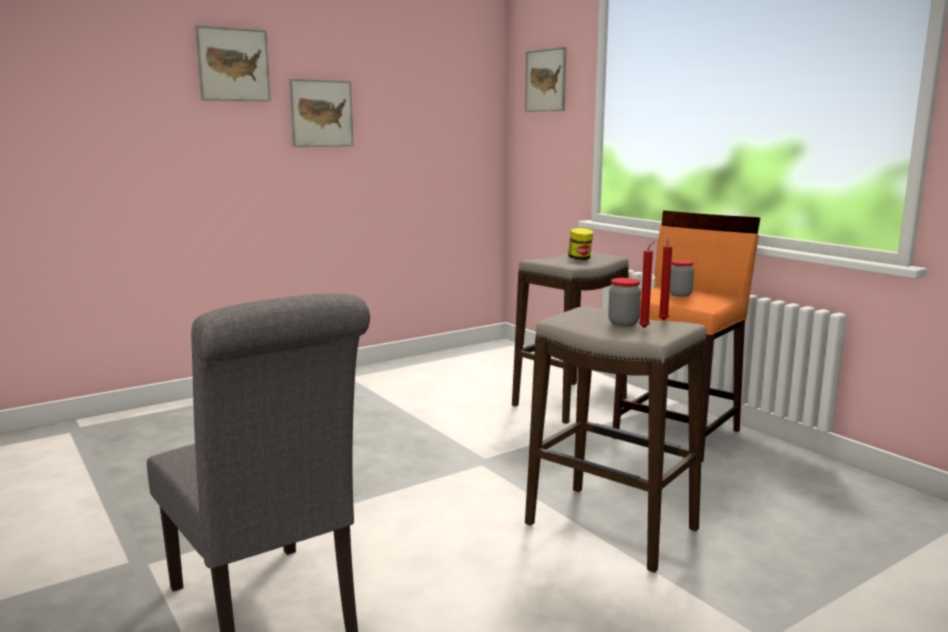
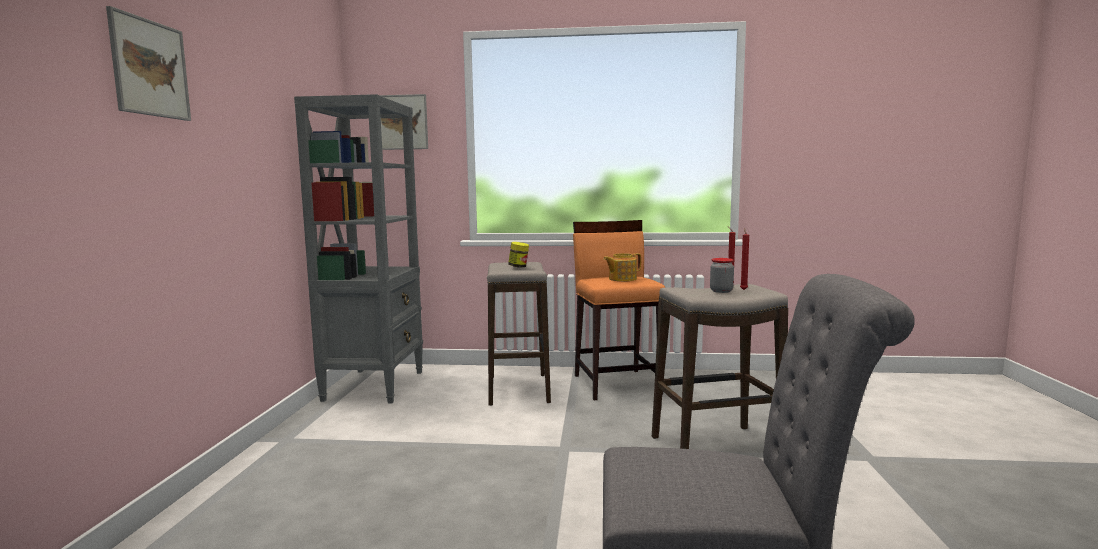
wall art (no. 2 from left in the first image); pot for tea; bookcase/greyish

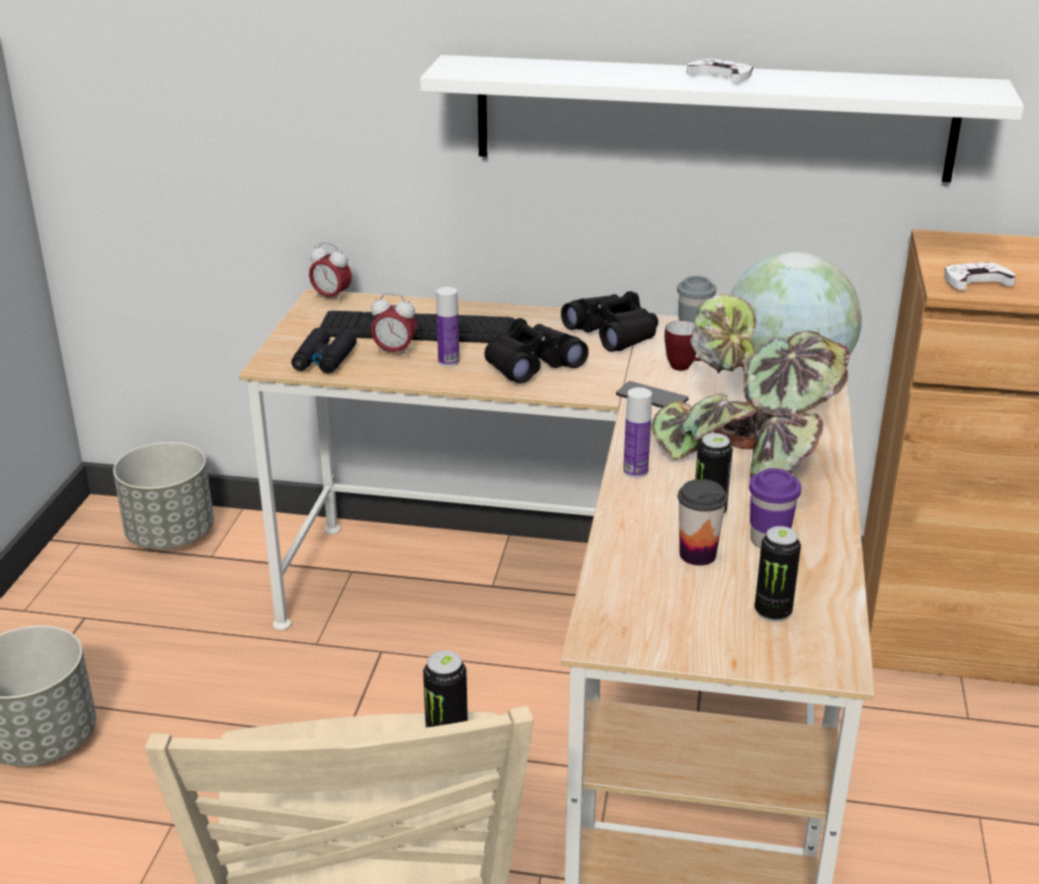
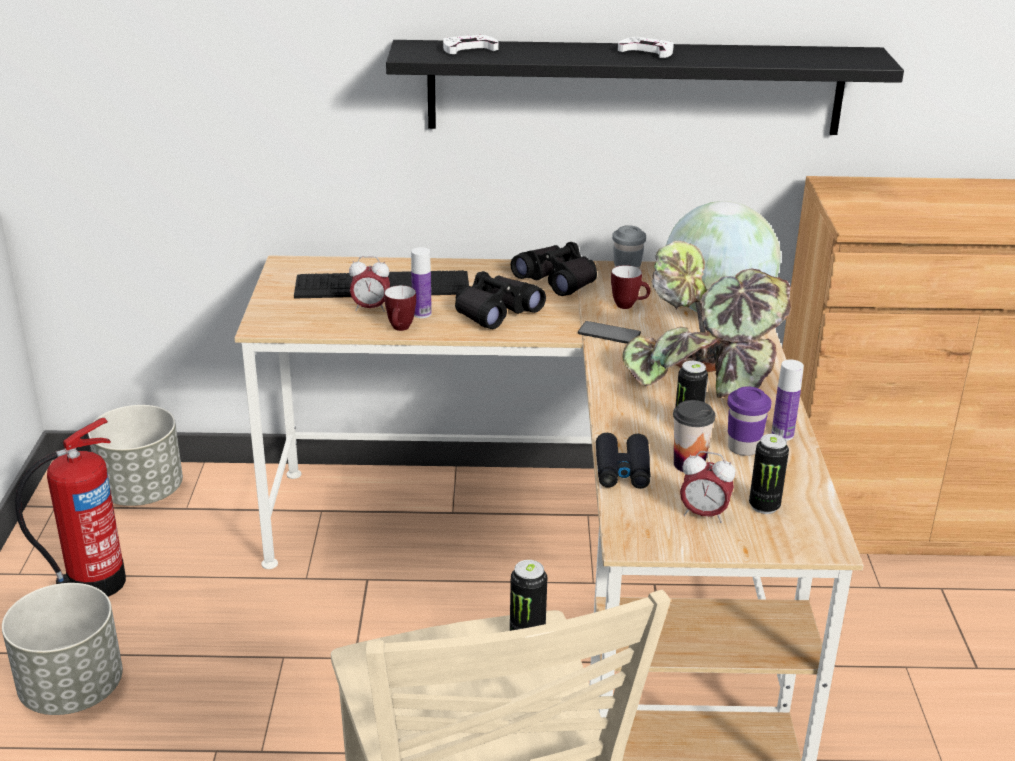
wall shelf/blackish; alarm clock (no. 2 from left); joypad/white (no. 1 from left); field glasses/blackish (no. 3 from left); drink bottle (no. 2 from left); coffee mug (no. 1 from left); extinguisher

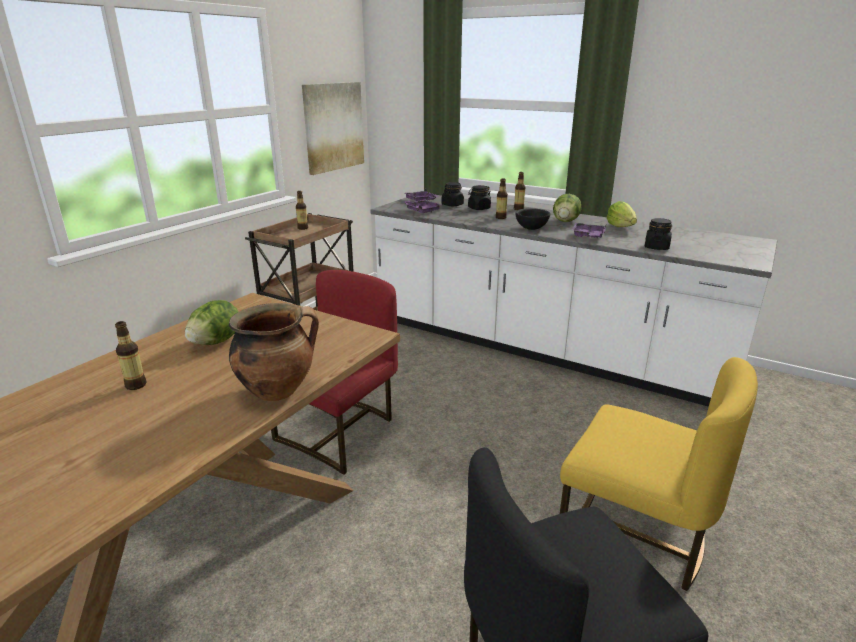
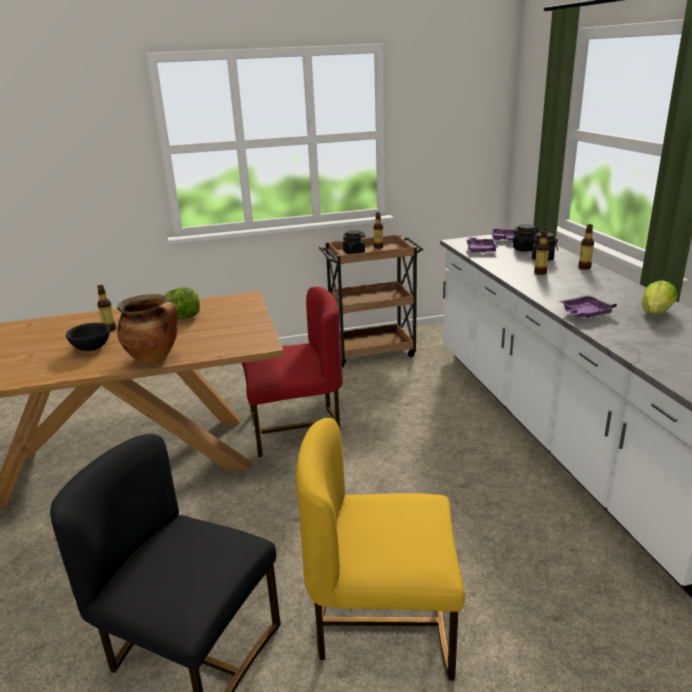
wall art; lettuce (no. 2 from left in the first image); serving bowl/blackish; jar/blackish (no. 1 from left); upright chair/yellow

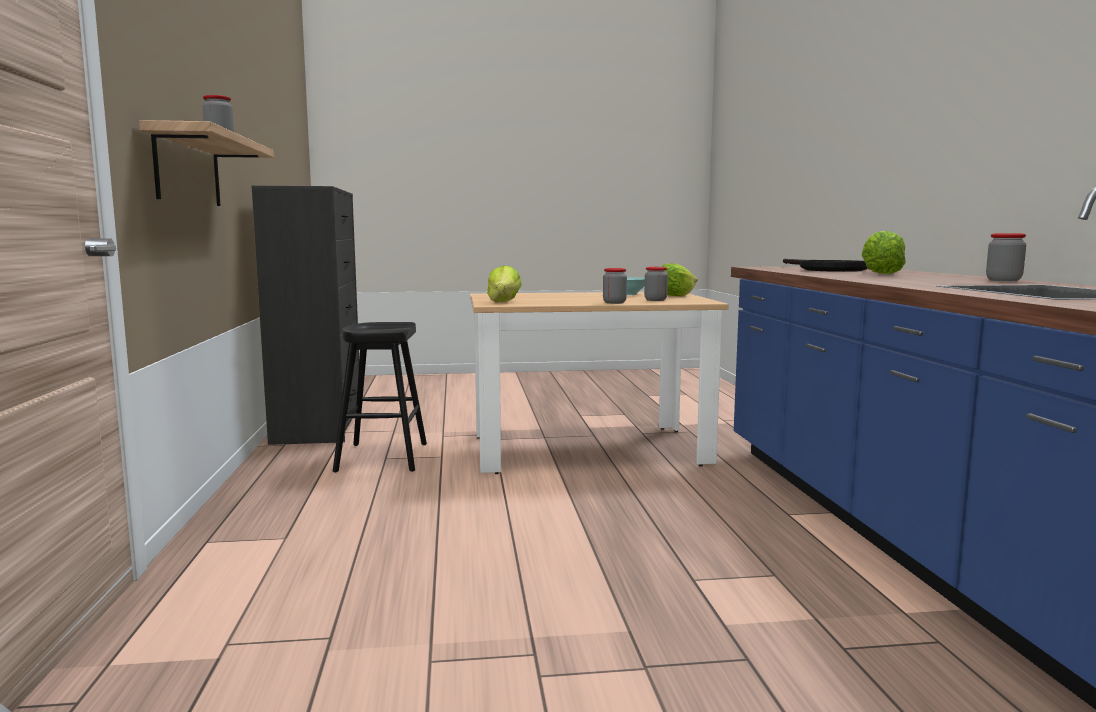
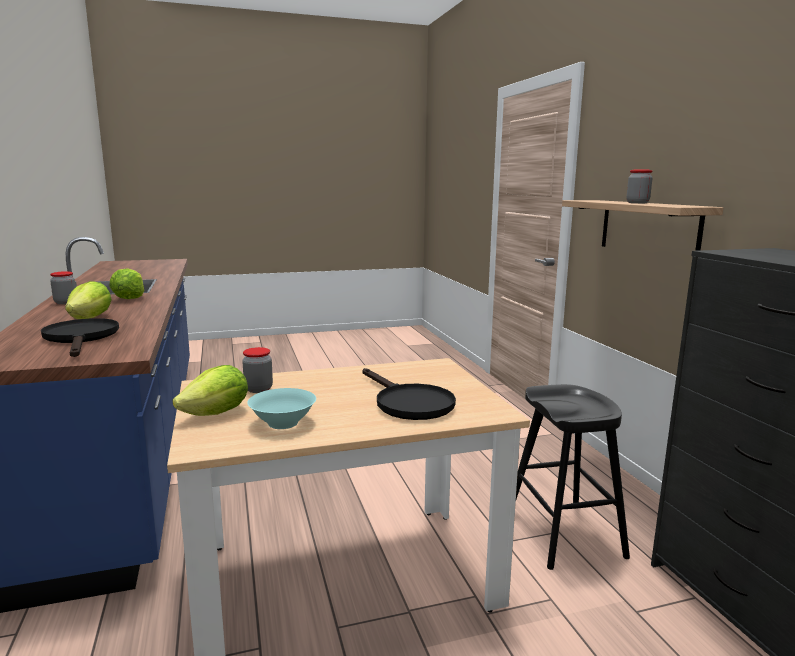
lettuce (no. 2 from left); jar (no. 2 from left in the first image); skillet/blackish (no. 2 from left)

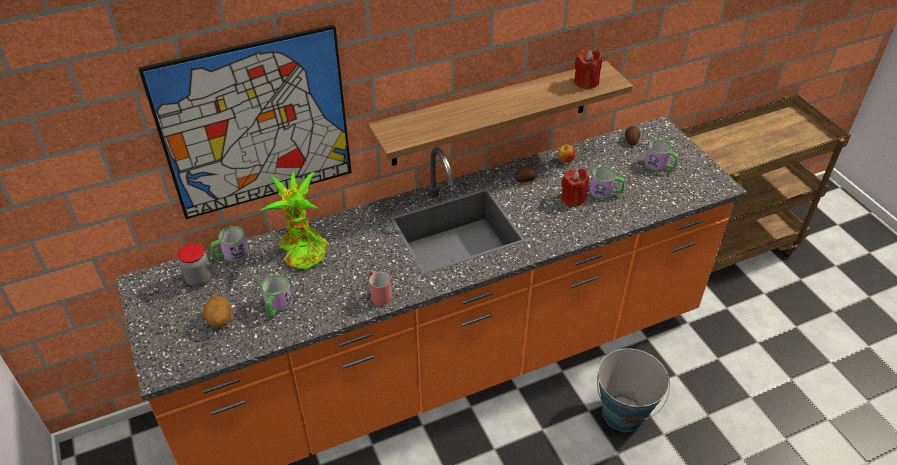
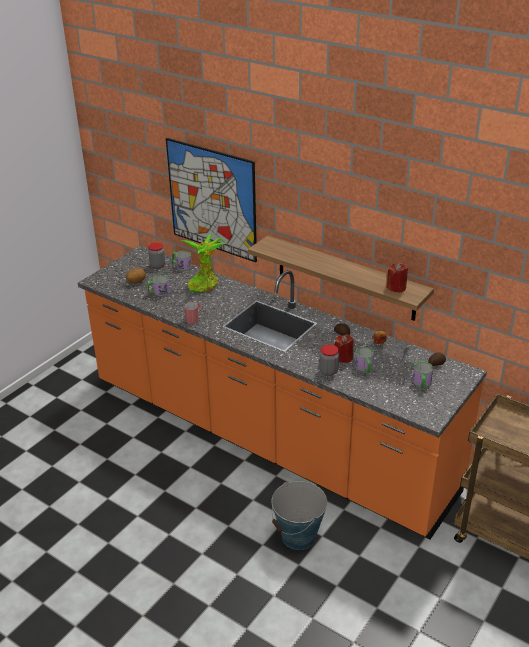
jar (no. 2 from left)

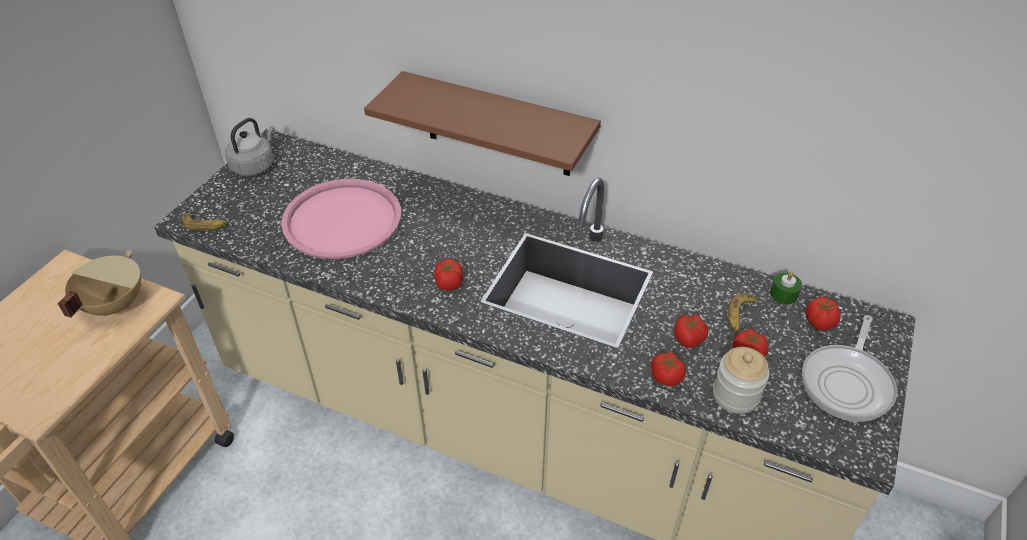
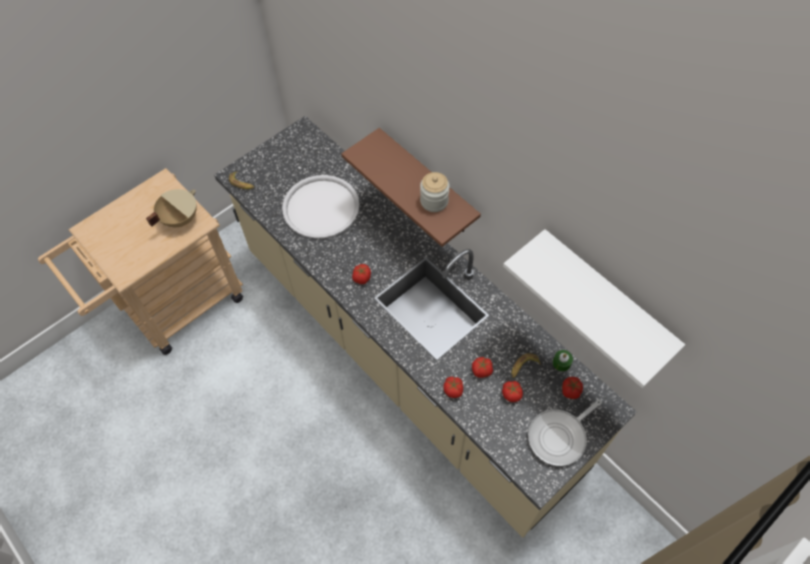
kettle/greyish; tray/white; jar; wall shelf/white

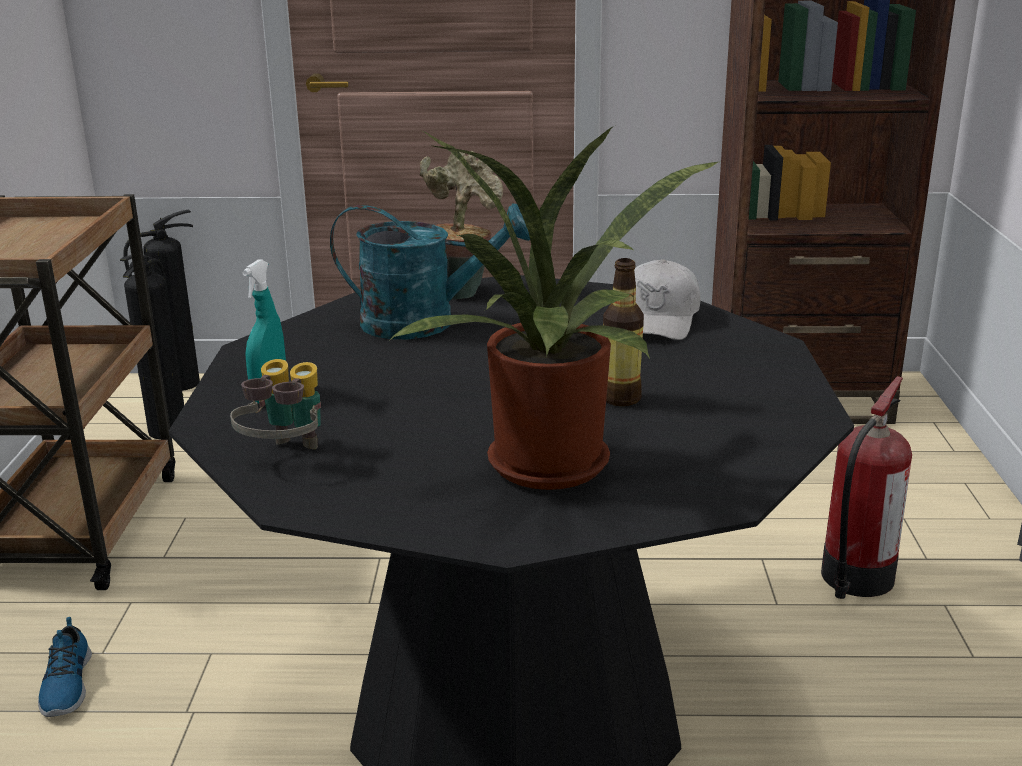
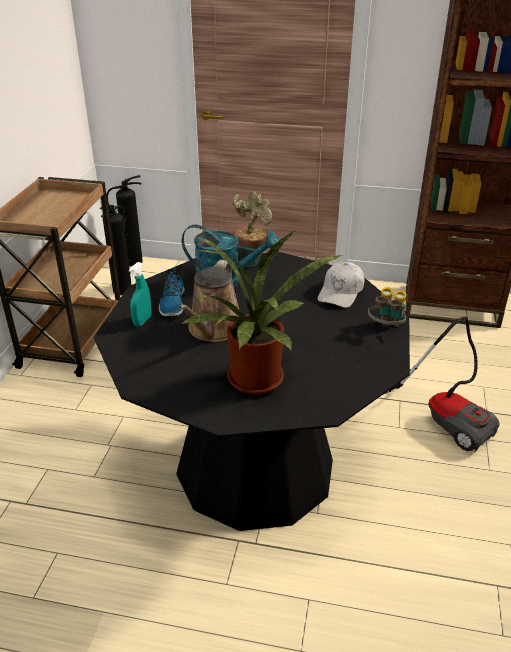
drink bottle; field glasses; hoover; item of footwear; sprinkling can/brown-coloured

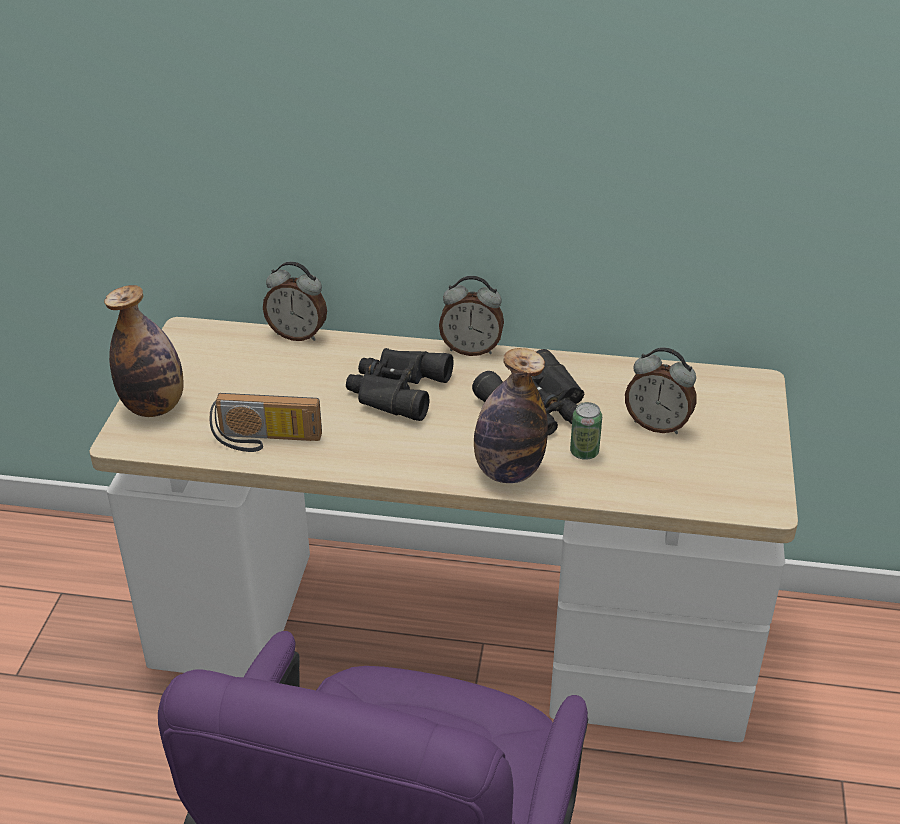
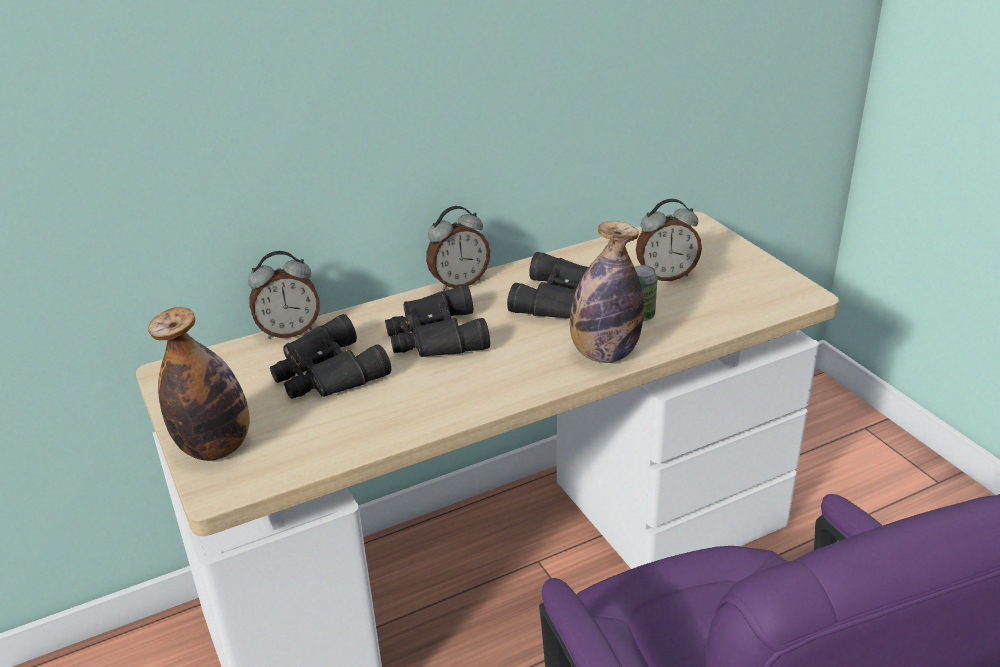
radio set; field glasses/blackish (no. 1 from left)

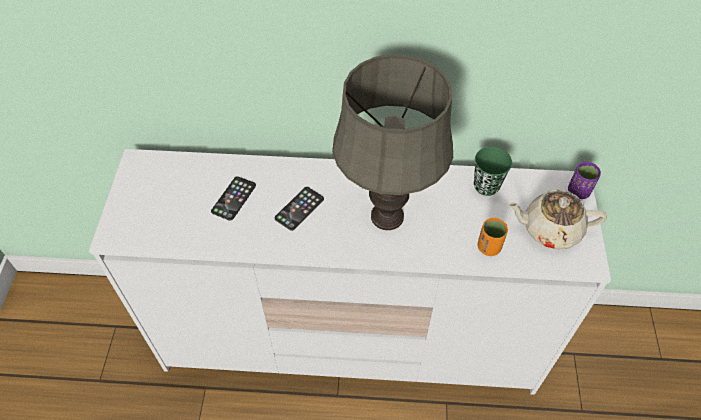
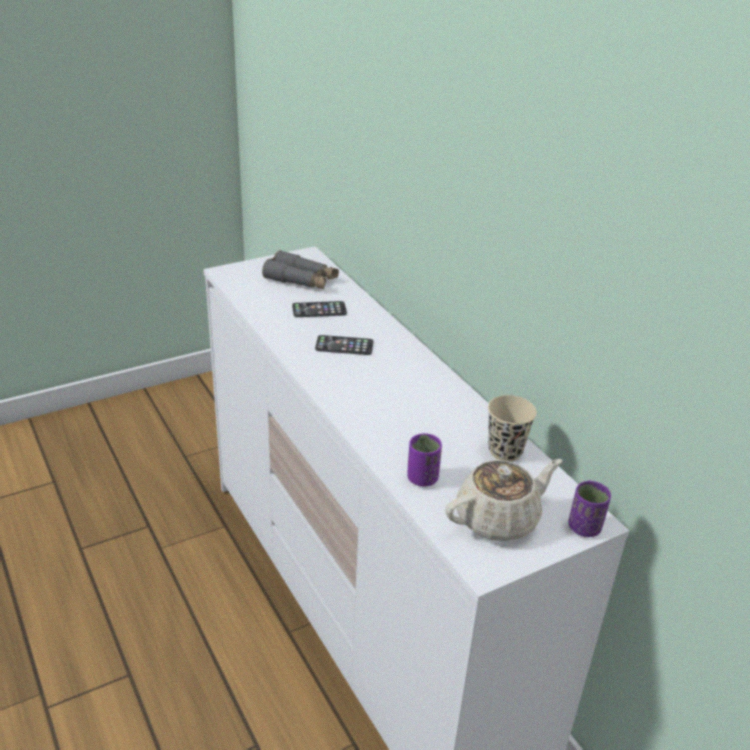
lamp for a table/greyish; small cup/beige-coloured; pot for tea/beige-coloured; small cup/purplish (no. 1 from left); field glasses/greyish

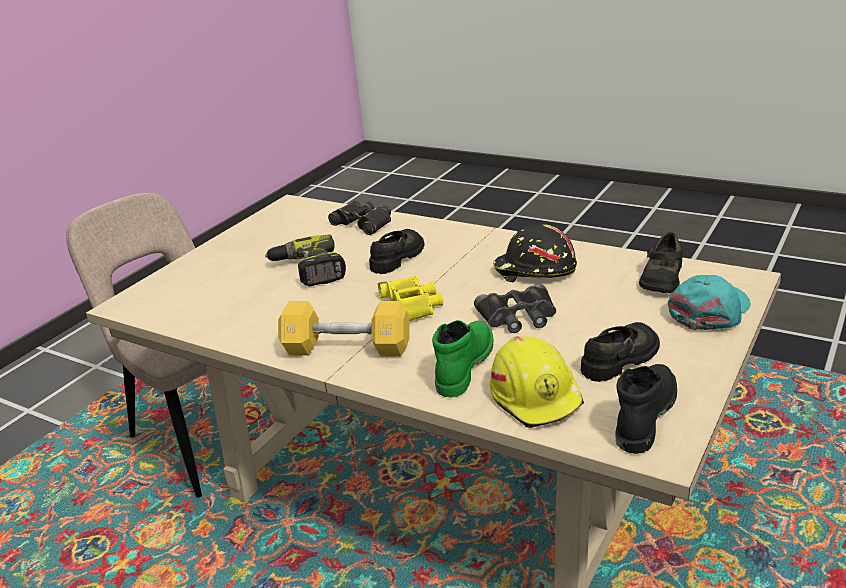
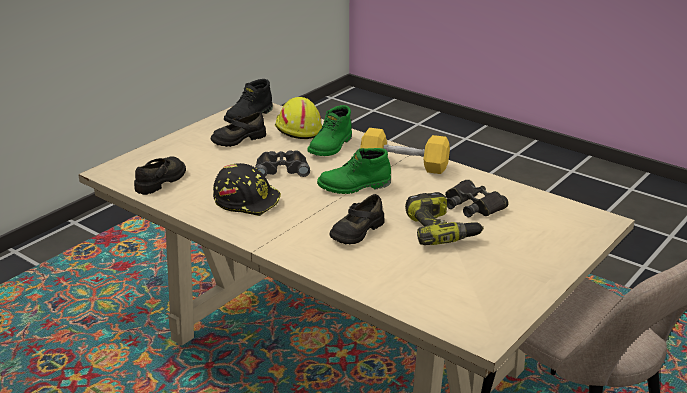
field glasses/blackish (no. 2 from left); tall boot/greenish (no. 2 from left); peaked cap/turquoise

